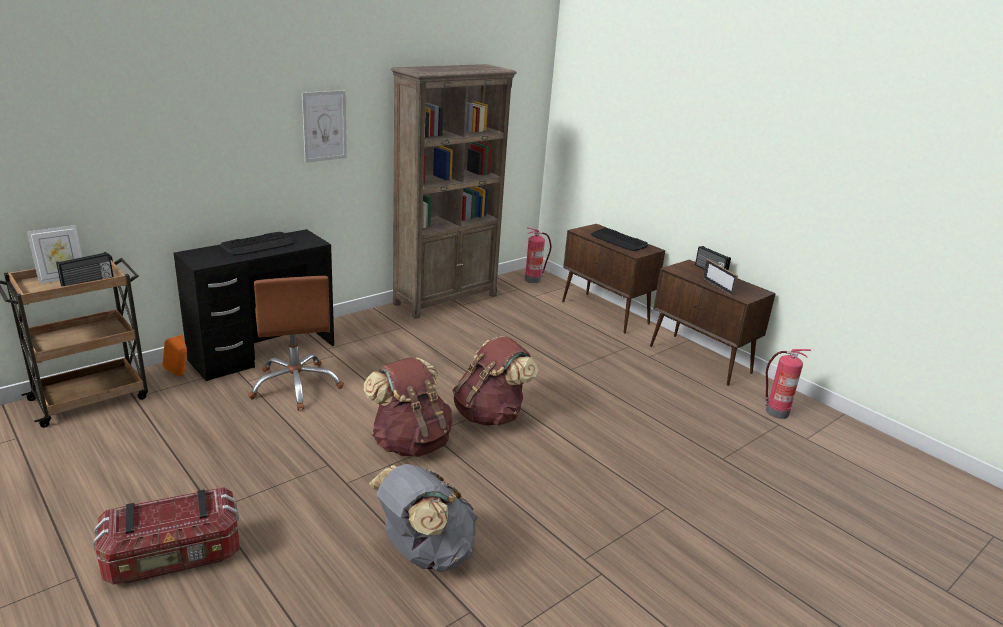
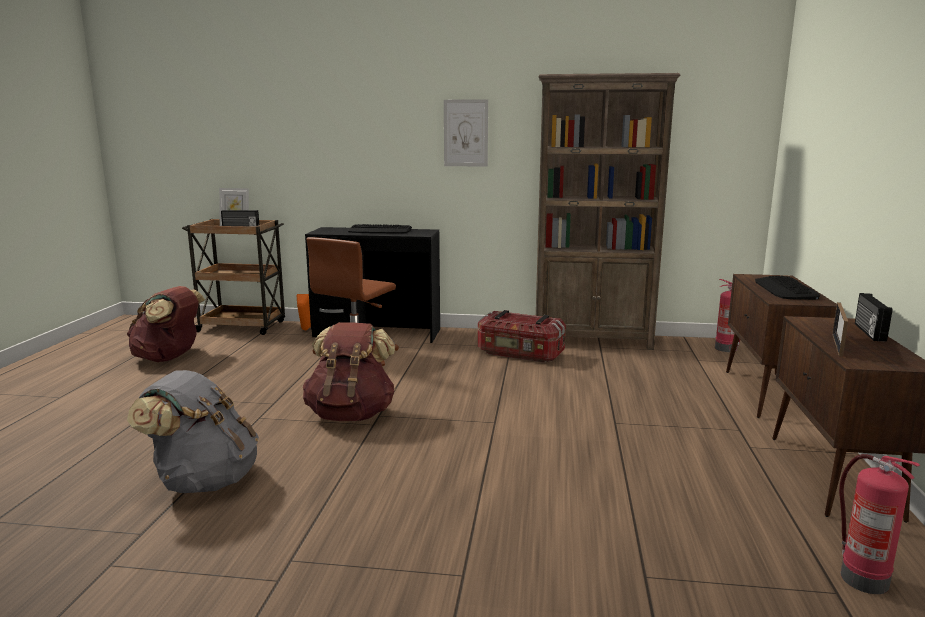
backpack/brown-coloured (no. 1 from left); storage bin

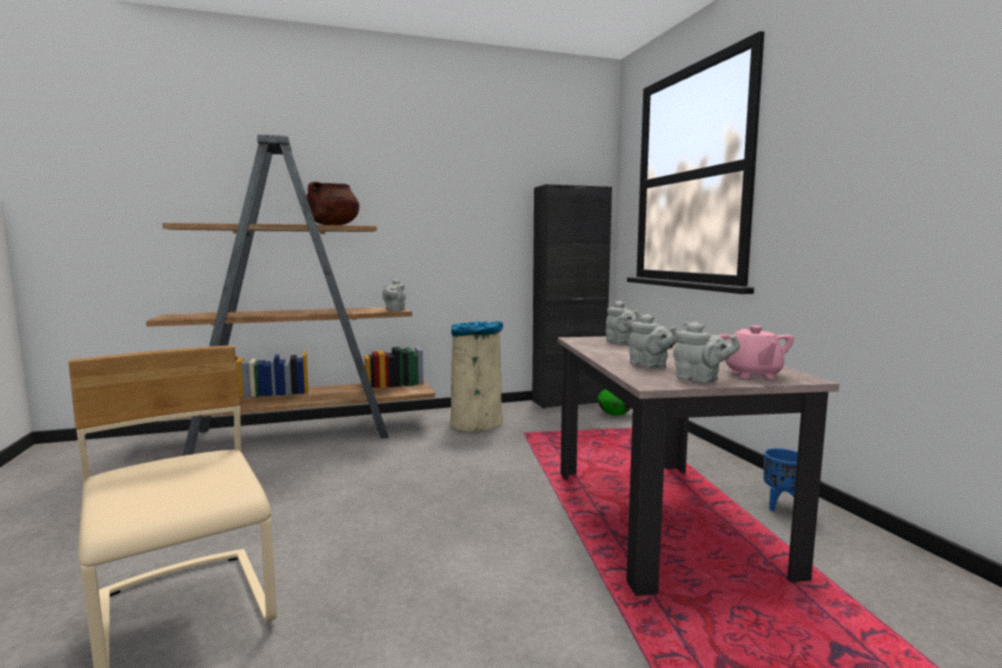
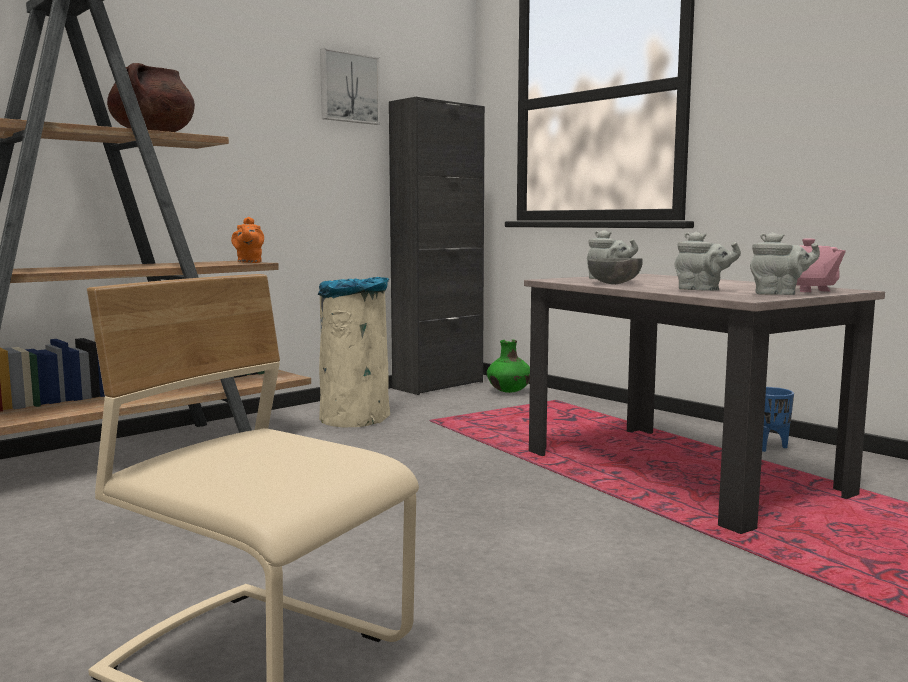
pot for tea/orangey; wall art; serving bowl/greyish

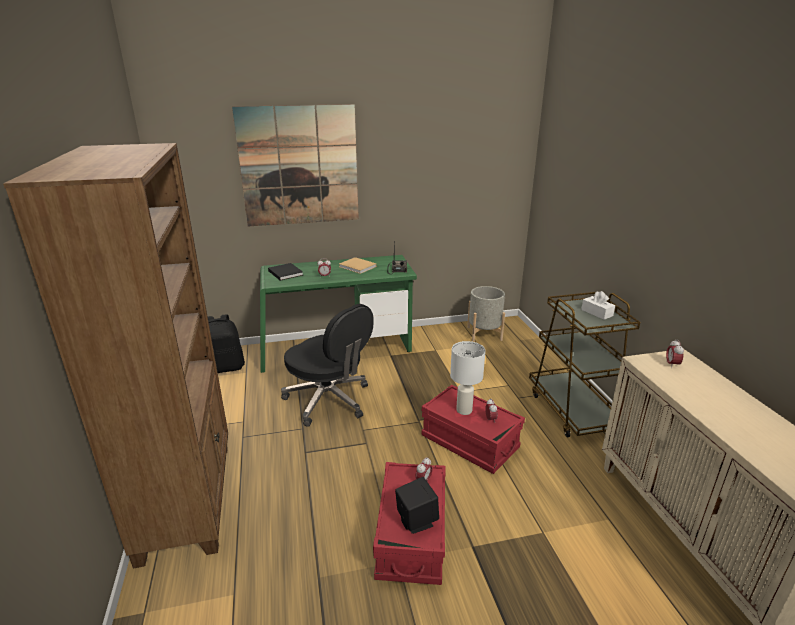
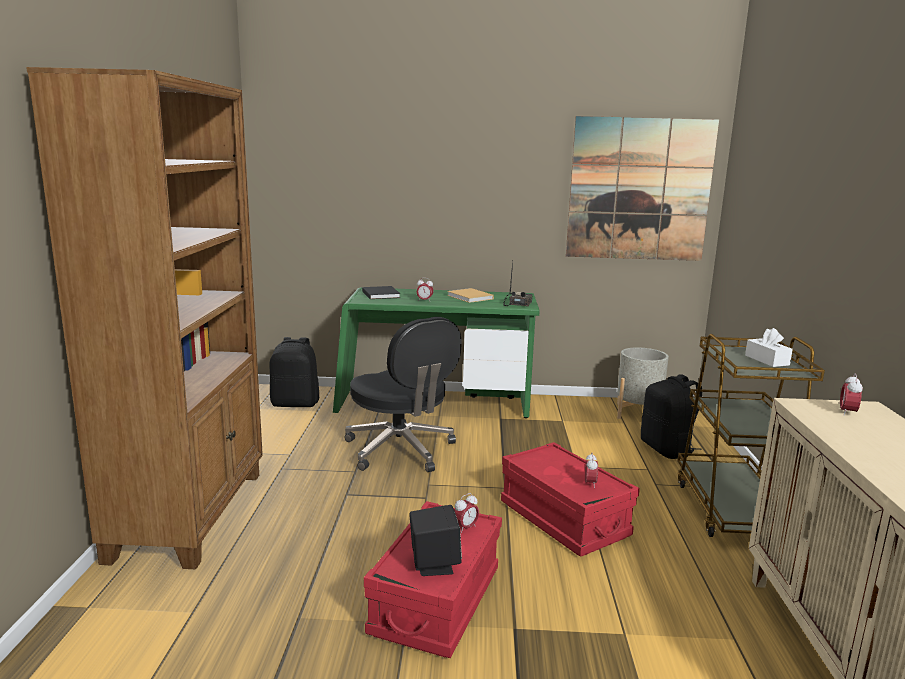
wall art; lamp for a table/white; backpack/blackish (no. 2 from left)

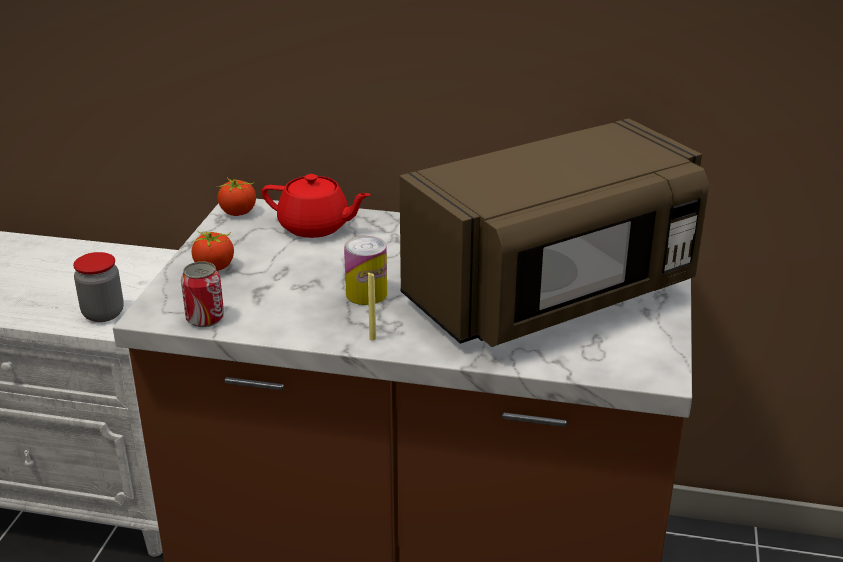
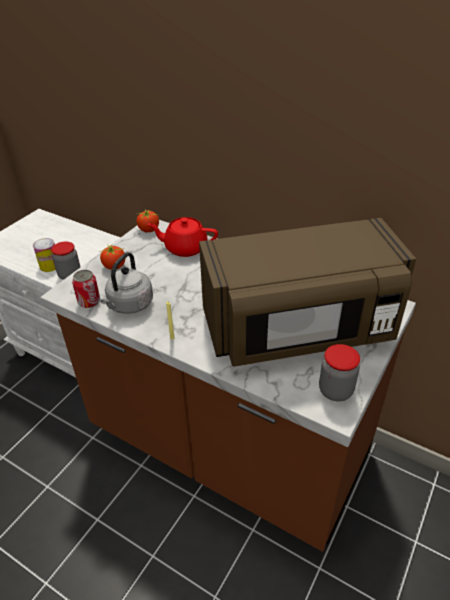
pot for tea/reddish; metal can (no. 1 from left); kettle/greyish; jar (no. 2 from left)

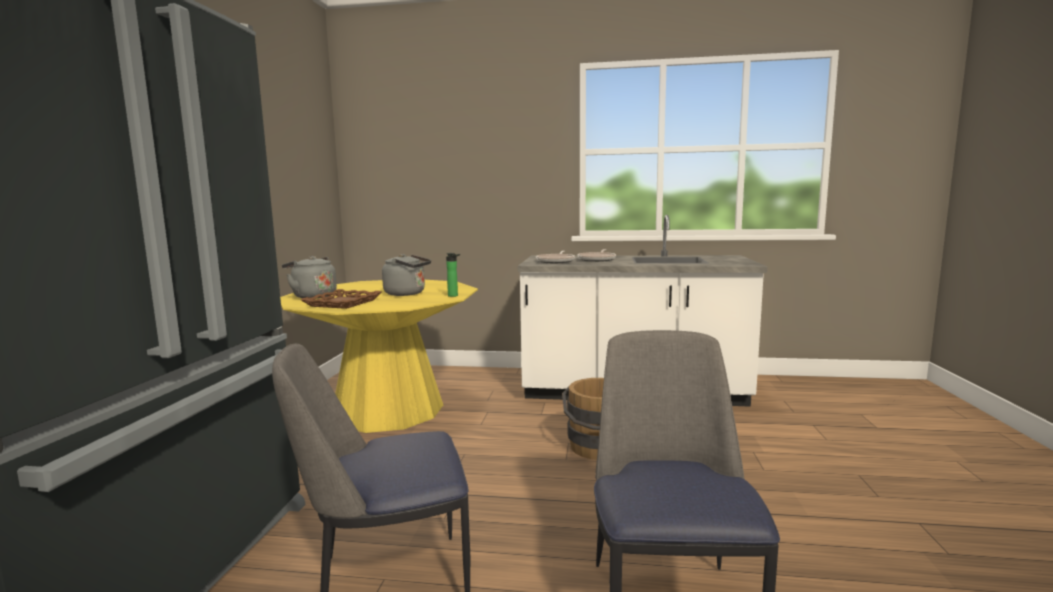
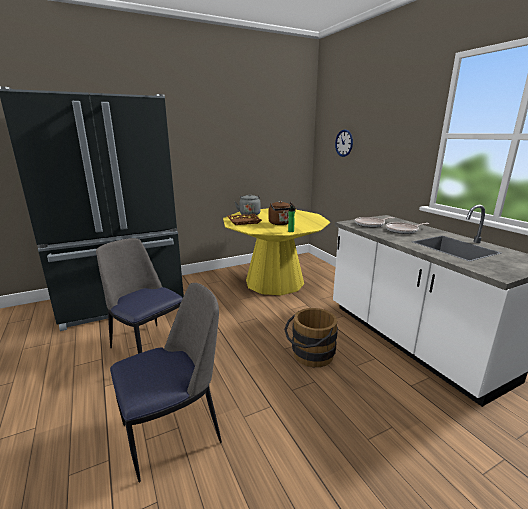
kettle/brown-coloured; hanging clock

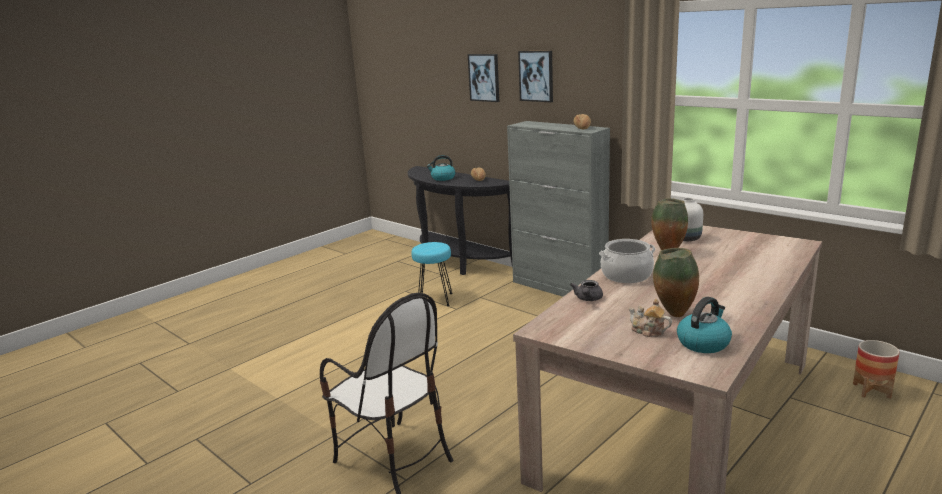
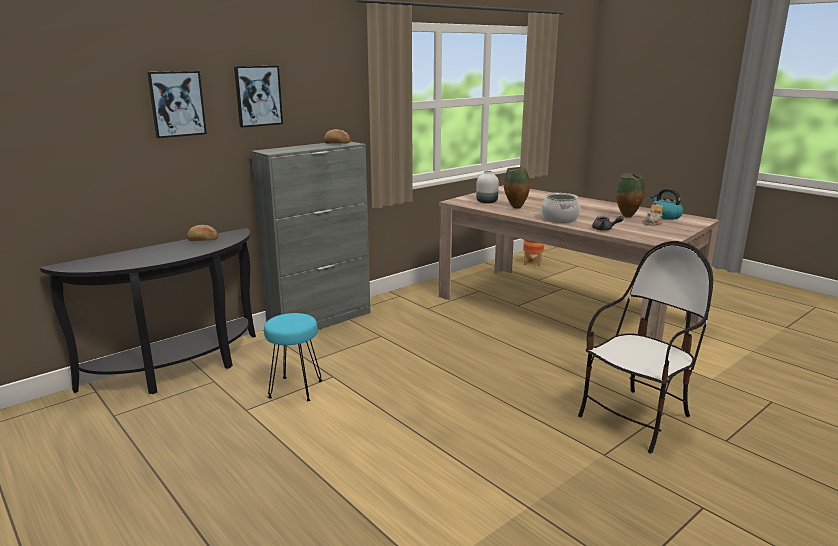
kettle (no. 1 from left in the first image)

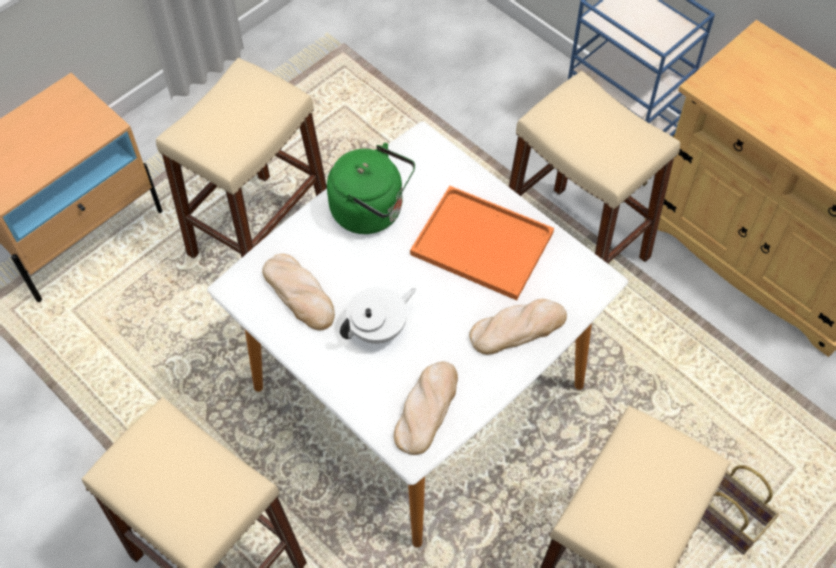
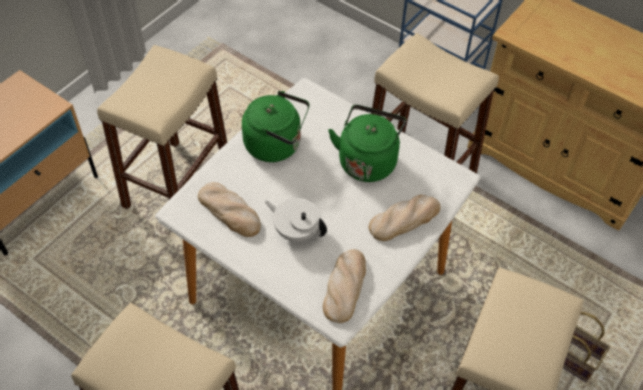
kettle/greenish (no. 2 from left); pot for tea/white

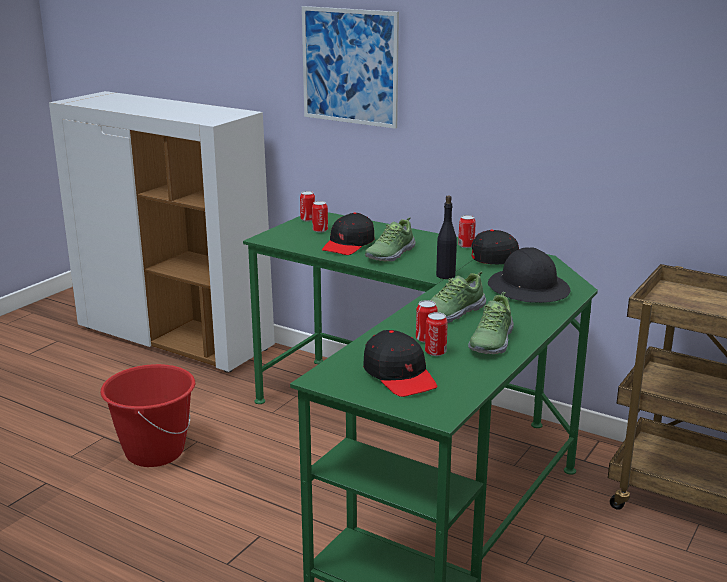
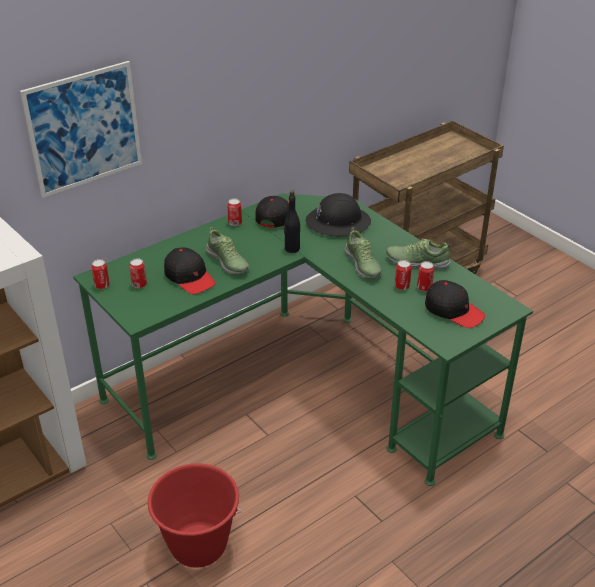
item of footwear (no. 3 from left); peaked cap/blackish (no. 3 from left)

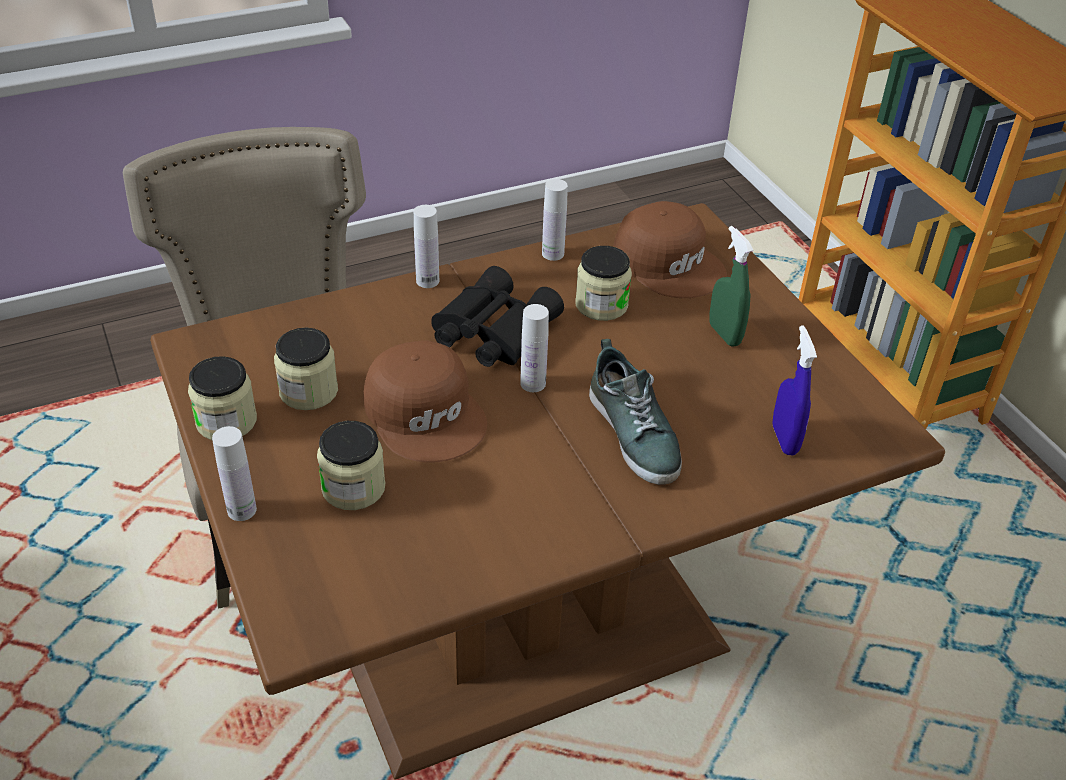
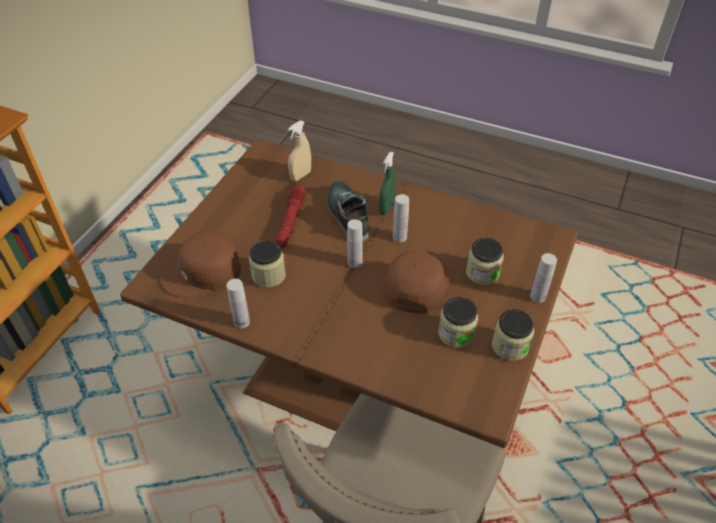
peaked cap/brown-coloured (no. 1 from left); drink bottle/white (no. 3 from left); sprayer/greenish; field glasses/blackish; sprayer/beige-coloured; item of footwear; flashlight/reddish

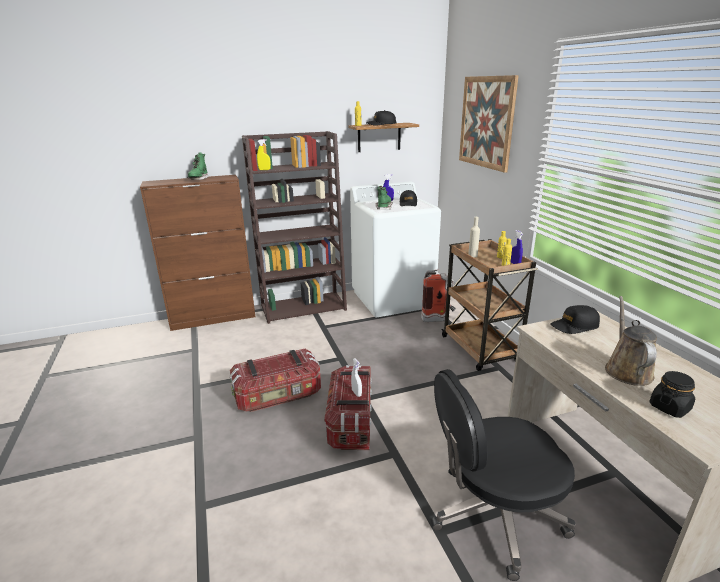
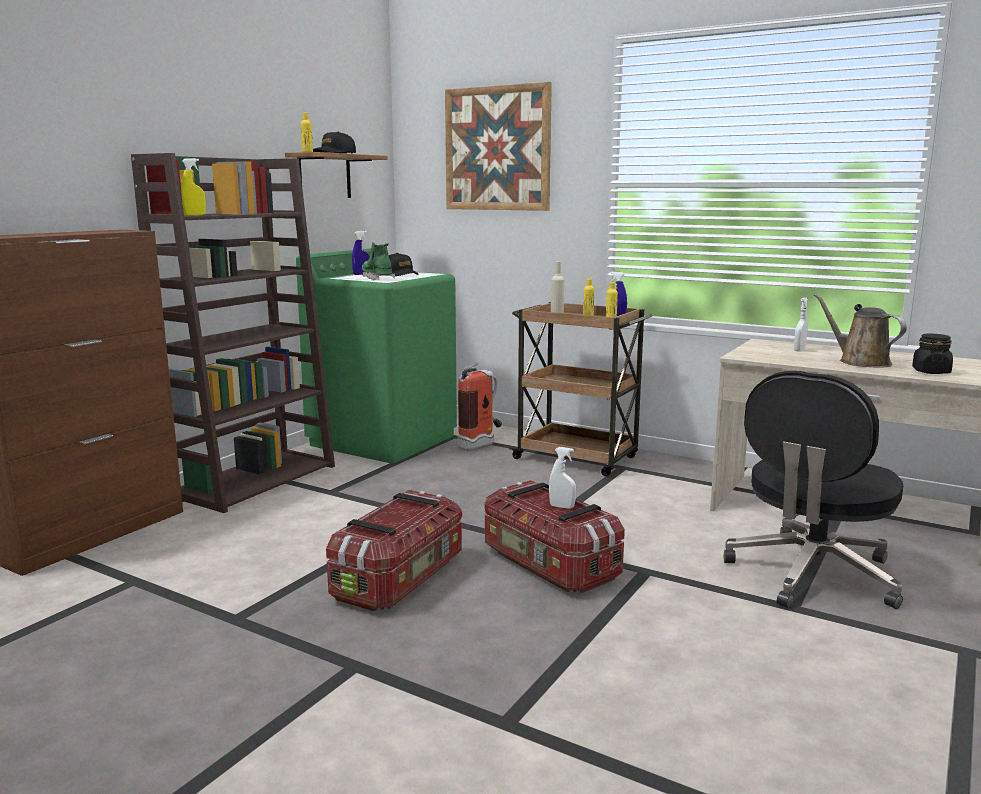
tall boot/greenish (no. 1 from left in the first image); washing machine/greenish; peaked cap/blackish (no. 3 from left in the first image); sprayer/white (no. 2 from left)

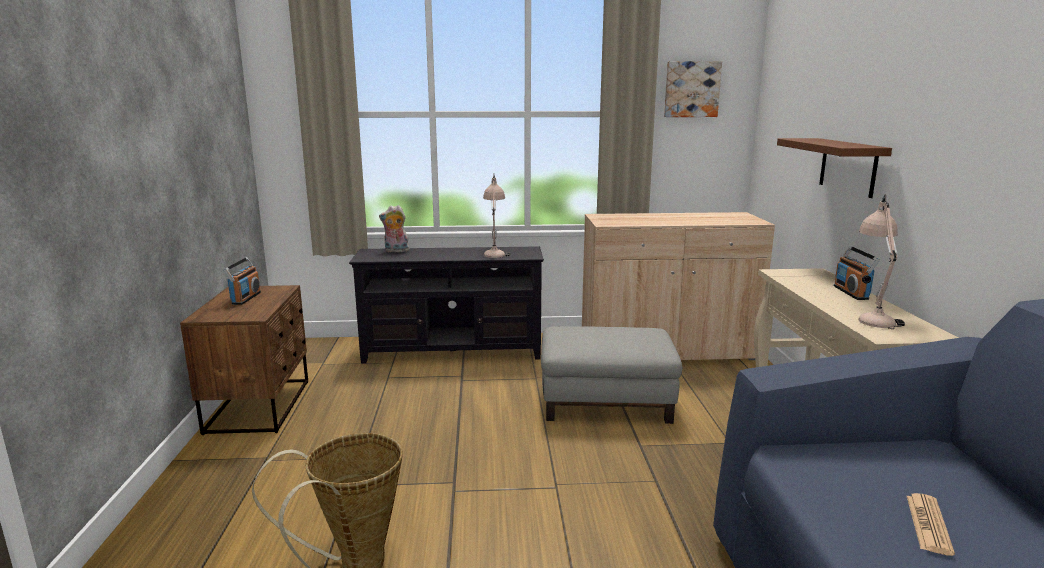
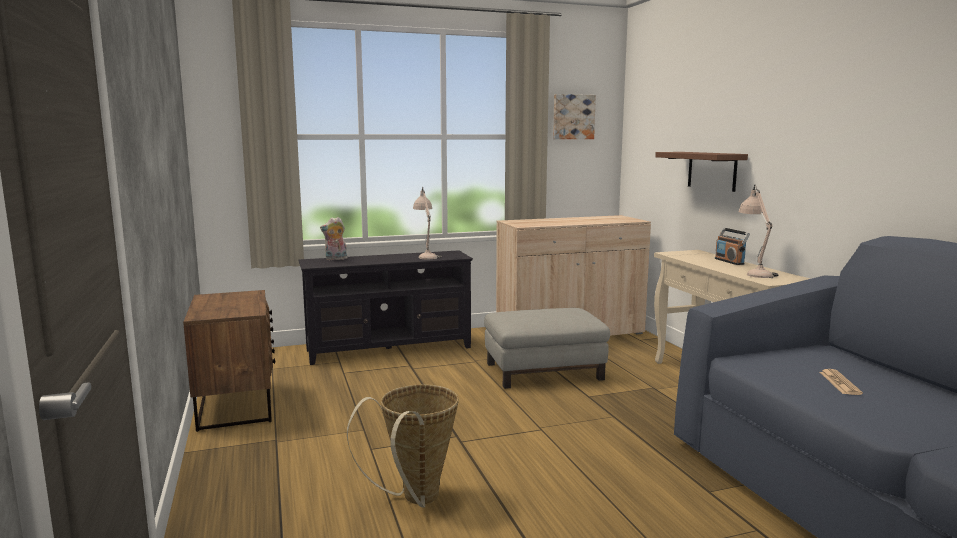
radio set (no. 1 from left in the first image)

